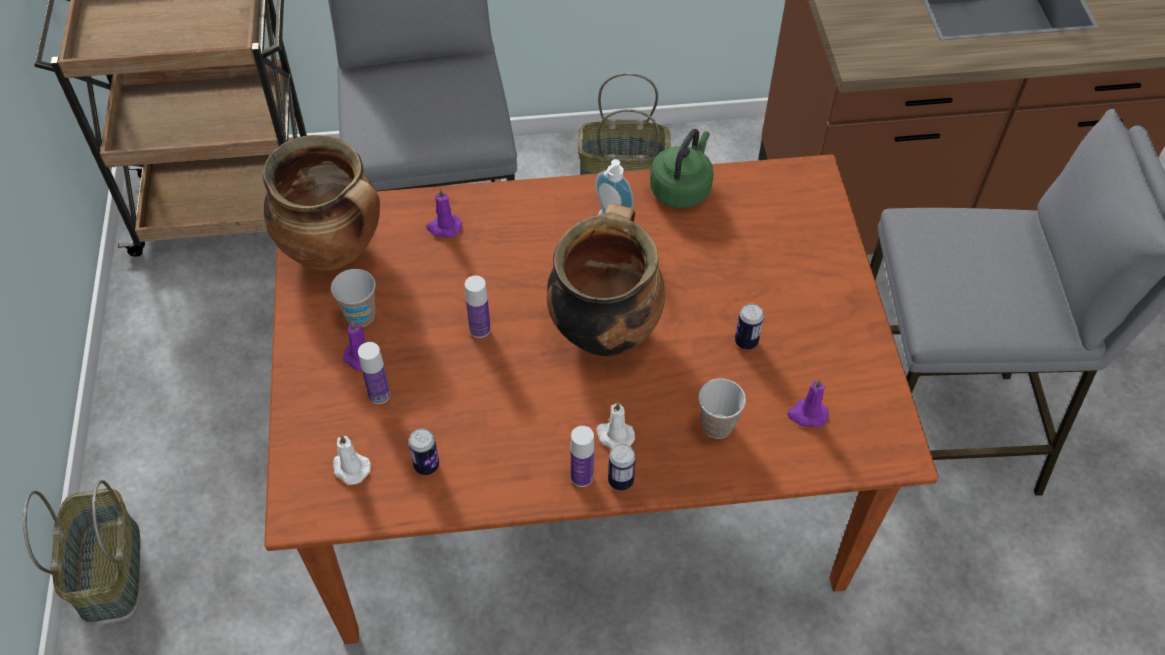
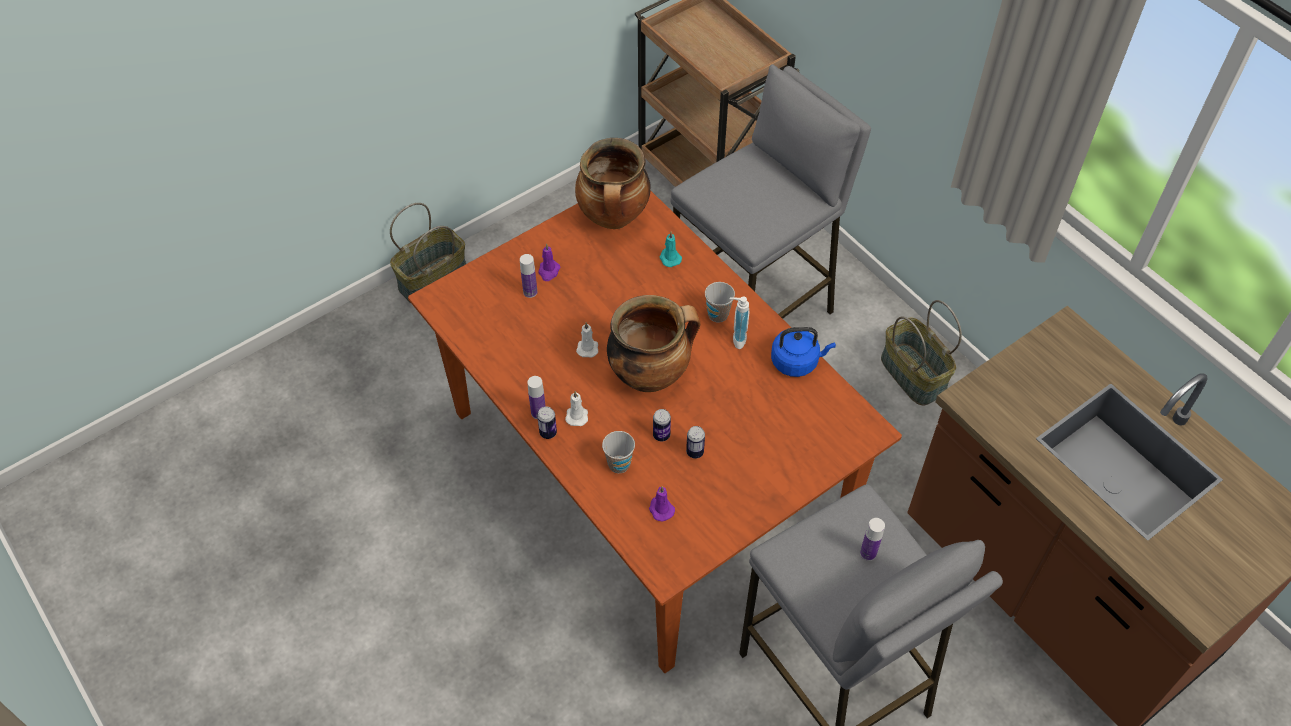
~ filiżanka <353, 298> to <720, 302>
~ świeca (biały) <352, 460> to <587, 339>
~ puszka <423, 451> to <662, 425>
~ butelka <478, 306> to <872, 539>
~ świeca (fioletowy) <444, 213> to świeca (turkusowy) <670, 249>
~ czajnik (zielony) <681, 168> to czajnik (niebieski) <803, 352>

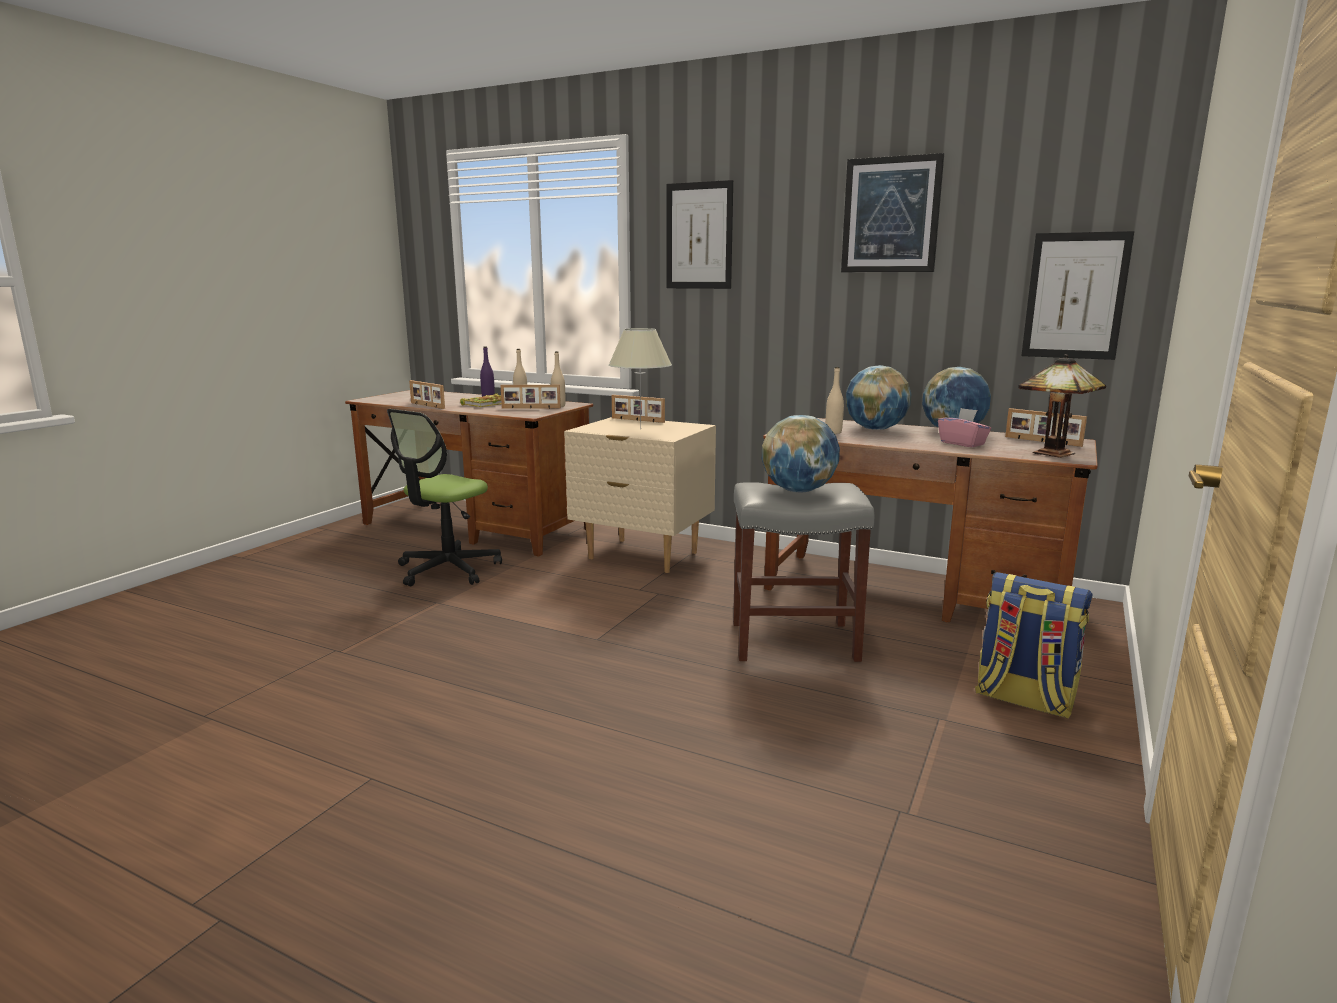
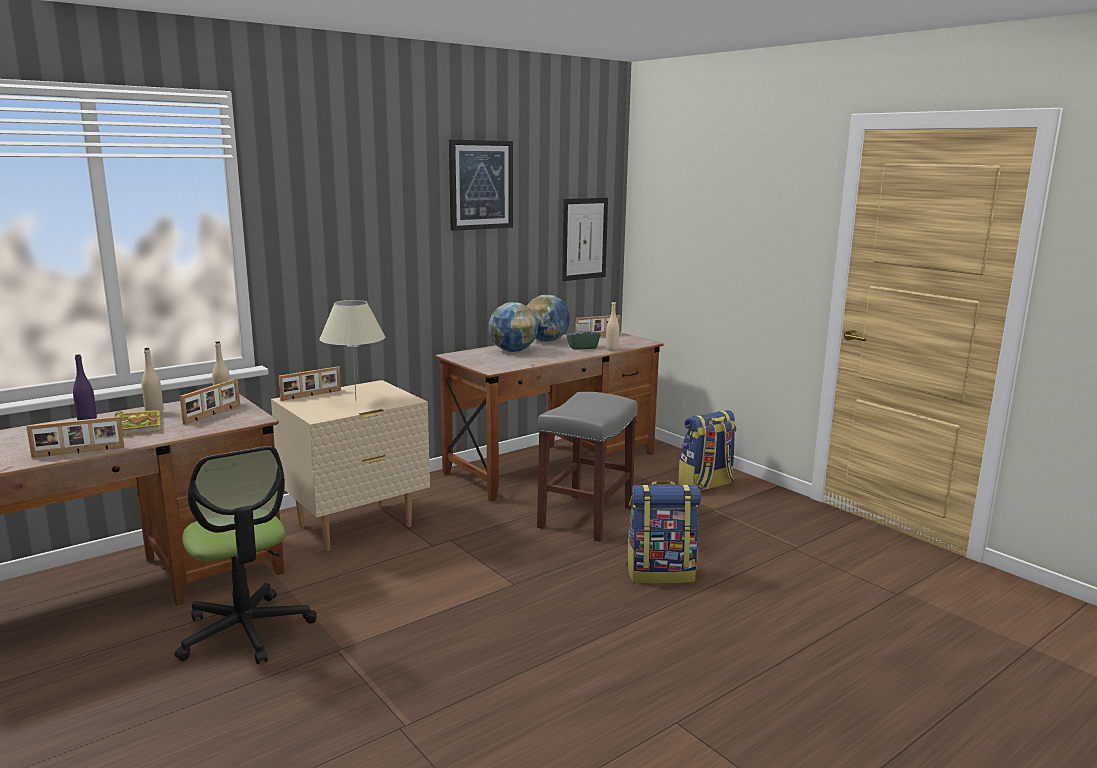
- obraz <700, 234>
- globus <801, 453>
- lampa stołowa <1062, 406>
+ plecak <663, 532>
~ butelka (beżowy) <834, 400> to <612, 326>
~ pudełko chusteczek (różowy) <964, 427> to pudełko chusteczek (zielony) <583, 336>

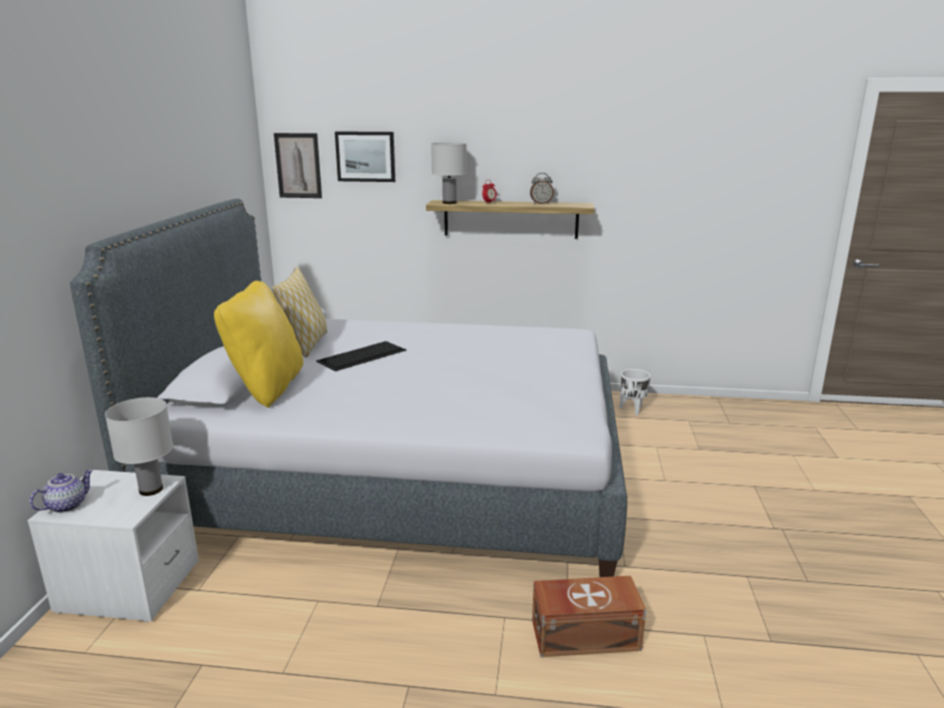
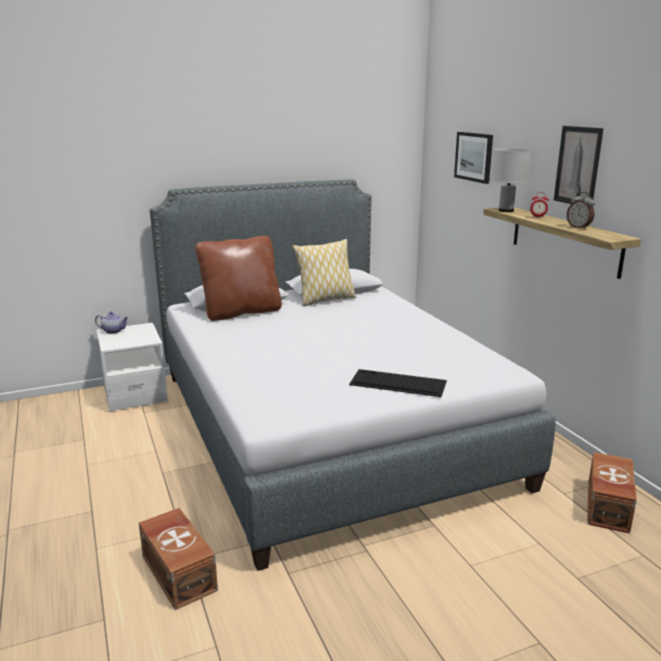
- lampa stołowa (biały) <139, 446>
~ obraz <298, 165> to <579, 165>
~ klawiatura <361, 356> to <398, 383>
~ donica (biały) <635, 392> to pojemnik do przechowywania (brązowy) <612, 492>
~ poduszka (żółty) <258, 344> to poduszka (brązowy) <238, 278>

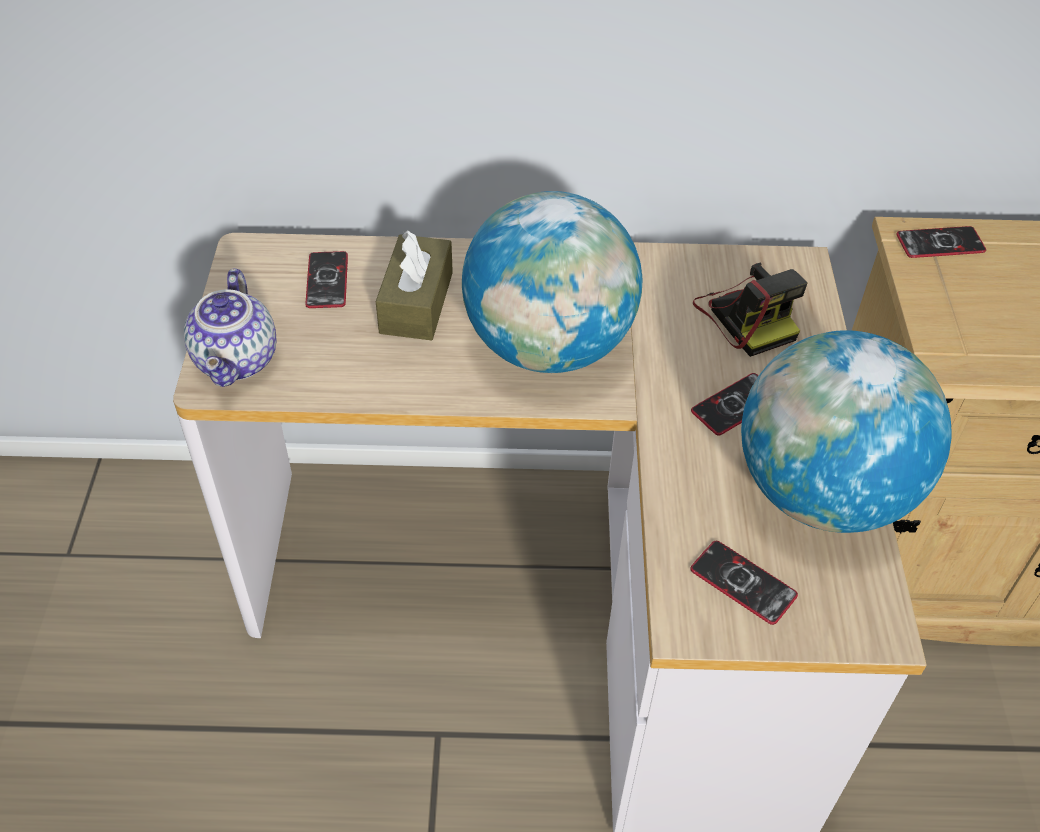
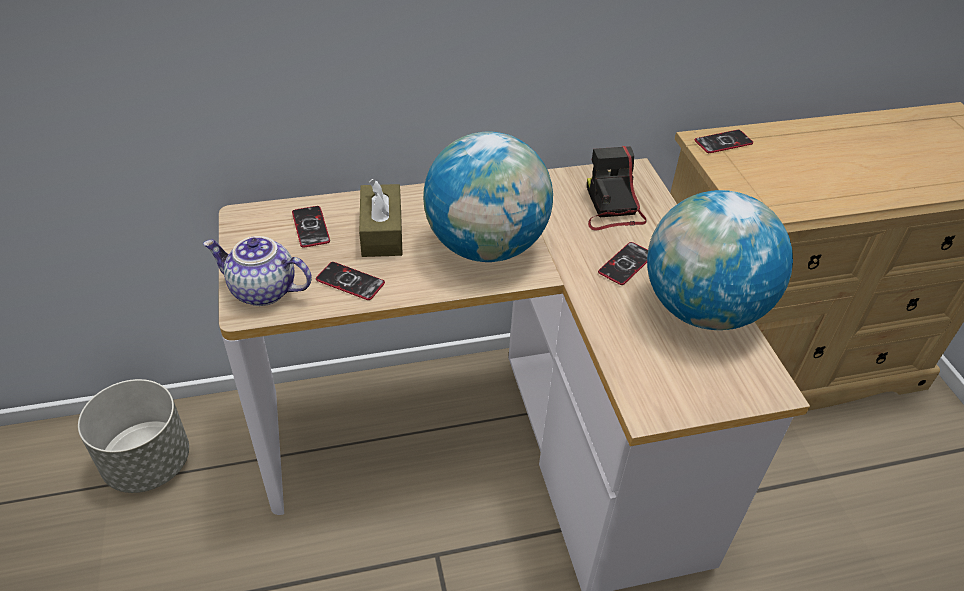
+ donica (szary) <133, 436>
~ telefon <744, 583> to <350, 281>
~ imbryk <230, 327> = <257, 271> 120 degrees clockwise
~ aparat fotograficzny <750, 310> = <617, 188> 150 degrees counterclockwise

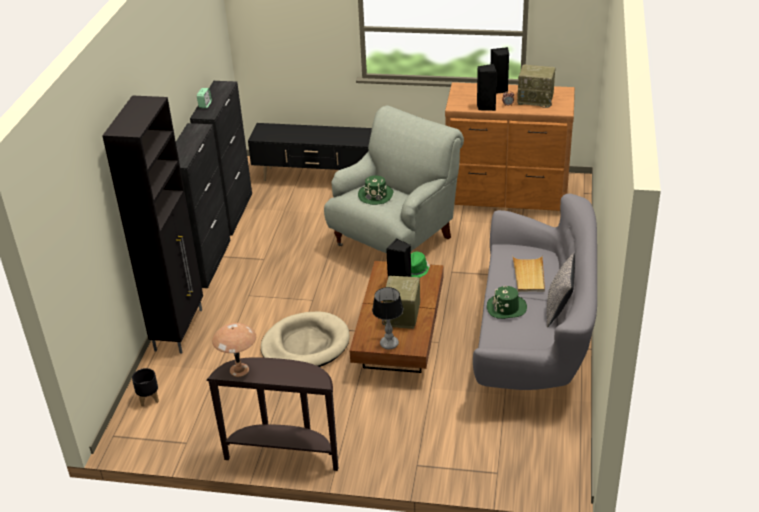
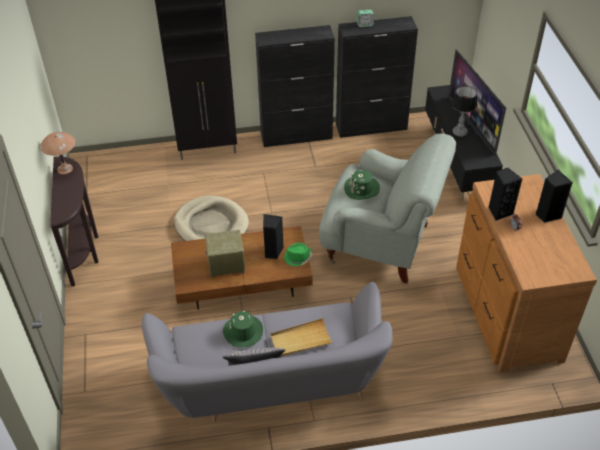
- donica (czarny) <145, 387>
- radio <536, 86>
+ telewizor <477, 102>
~ lampa stołowa <387, 318> to <464, 111>

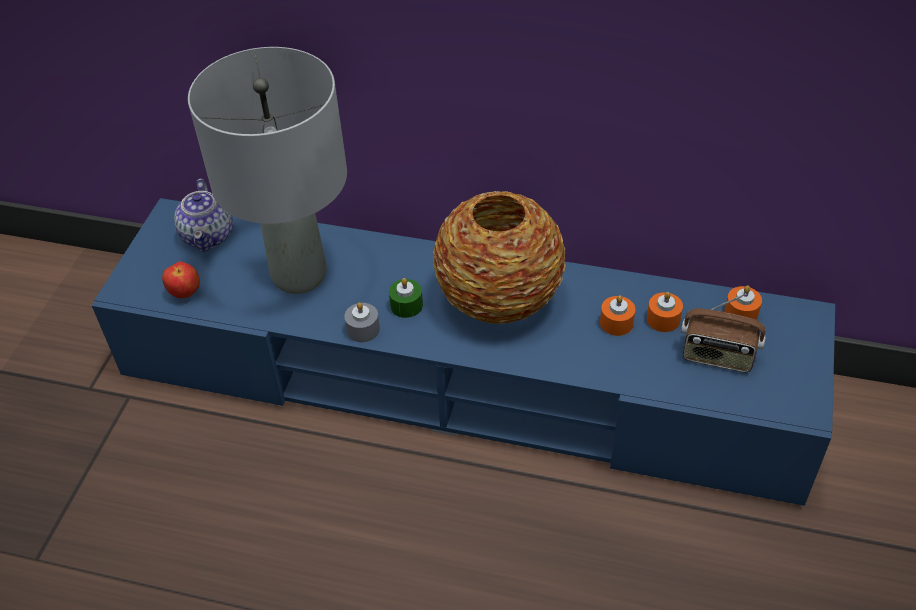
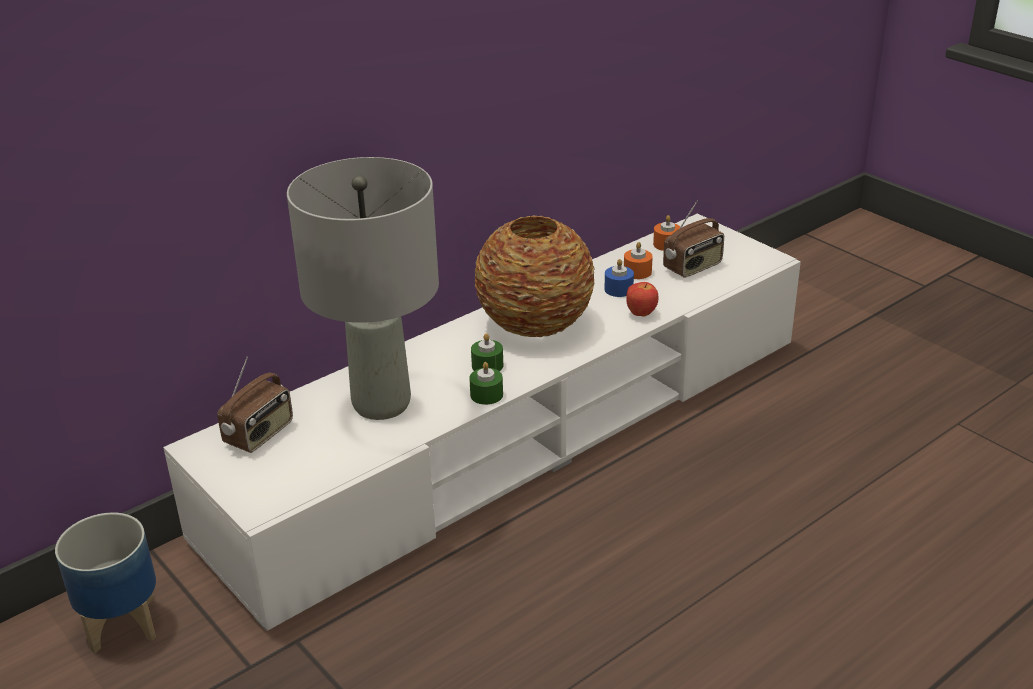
+ donica <105, 583>
~ jabłko <181, 279> to <642, 299>
~ imbryk <203, 215> to radio <255, 405>
~ szafka pod telewizor (niebieski) <463, 352> to szafka pod telewizor (biały) <482, 422>
~ świeca (szary) <362, 322> to świeca (zielony) <486, 383>
~ świeca (pomarańczowy) <617, 315> to świeca (niebieski) <619, 278>

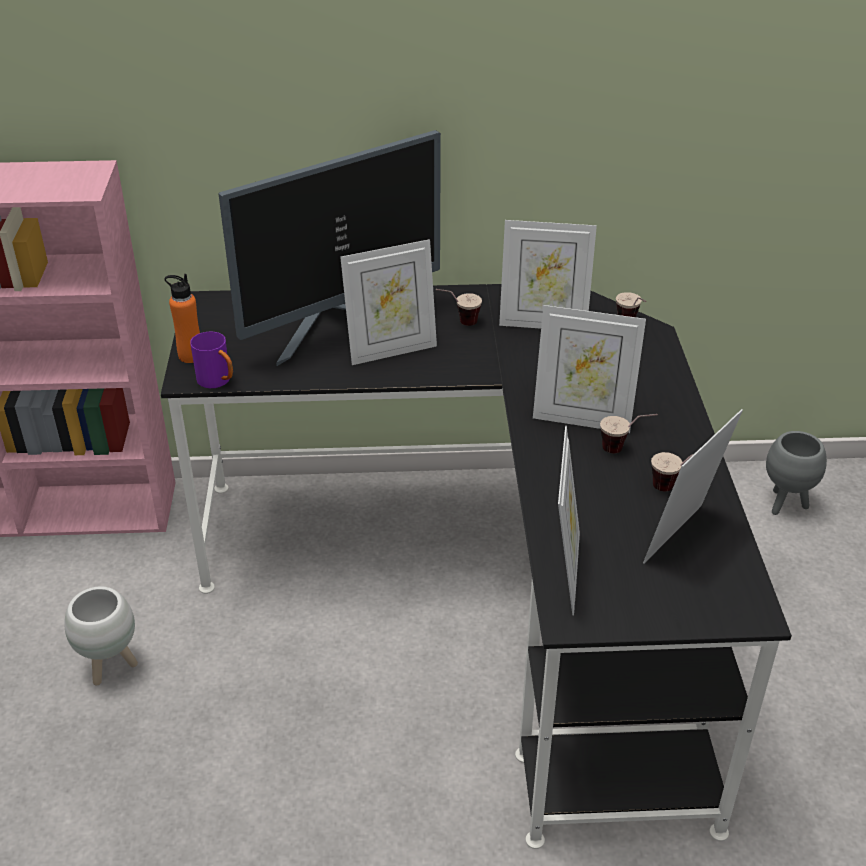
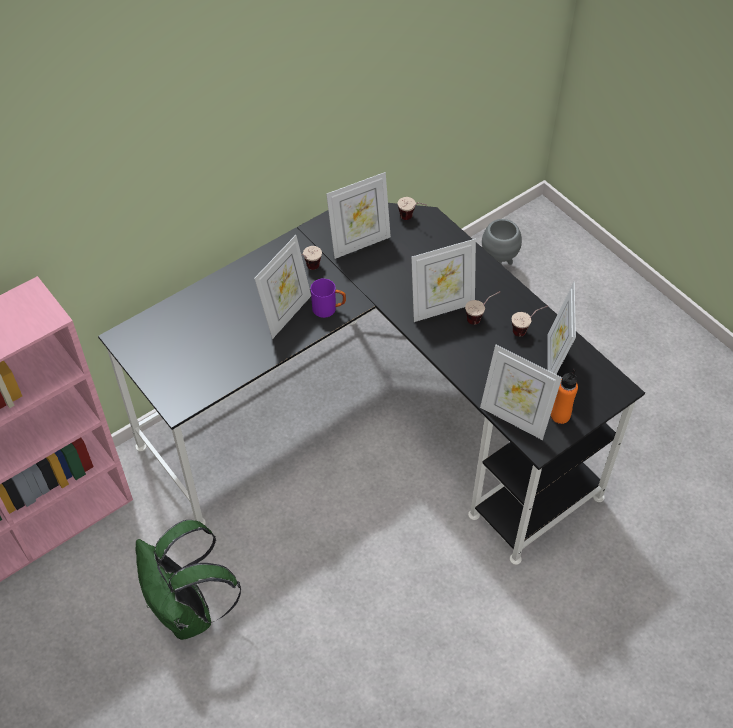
- monitor <329, 248>
~ butelka (pomarańczowy) <182, 318> to <564, 396>
~ kubek (fioletowy) <211, 360> to <328, 298>
~ donica (biały) <101, 635> to plecak (zielony) <188, 580>
~ ramka na zdjęcie <569, 520> = <521, 392> 150 degrees clockwise

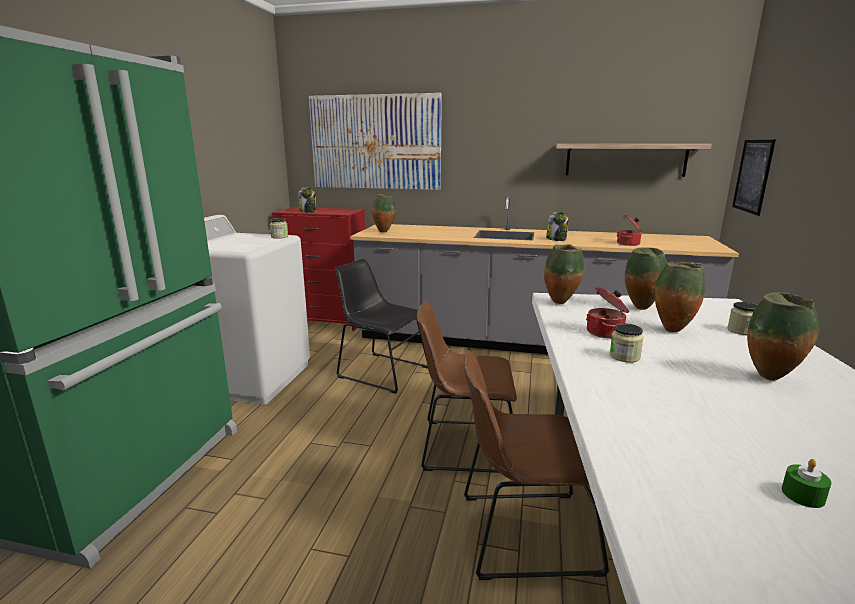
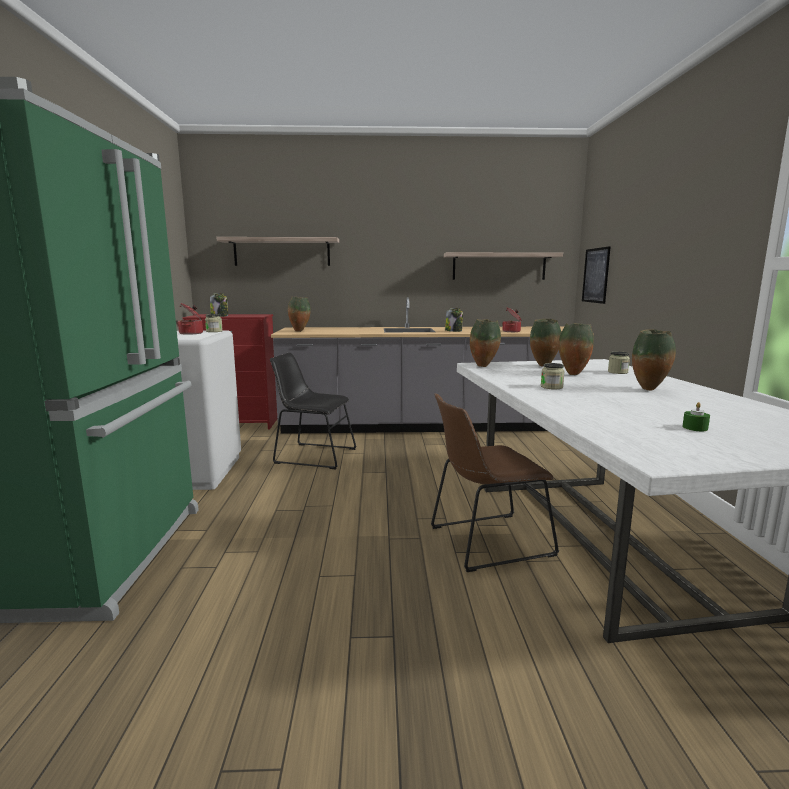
- krzesło (brązowy) <467, 387>
~ garnek <607, 312> to <190, 319>
~ obraz <375, 141> to półka <278, 251>

